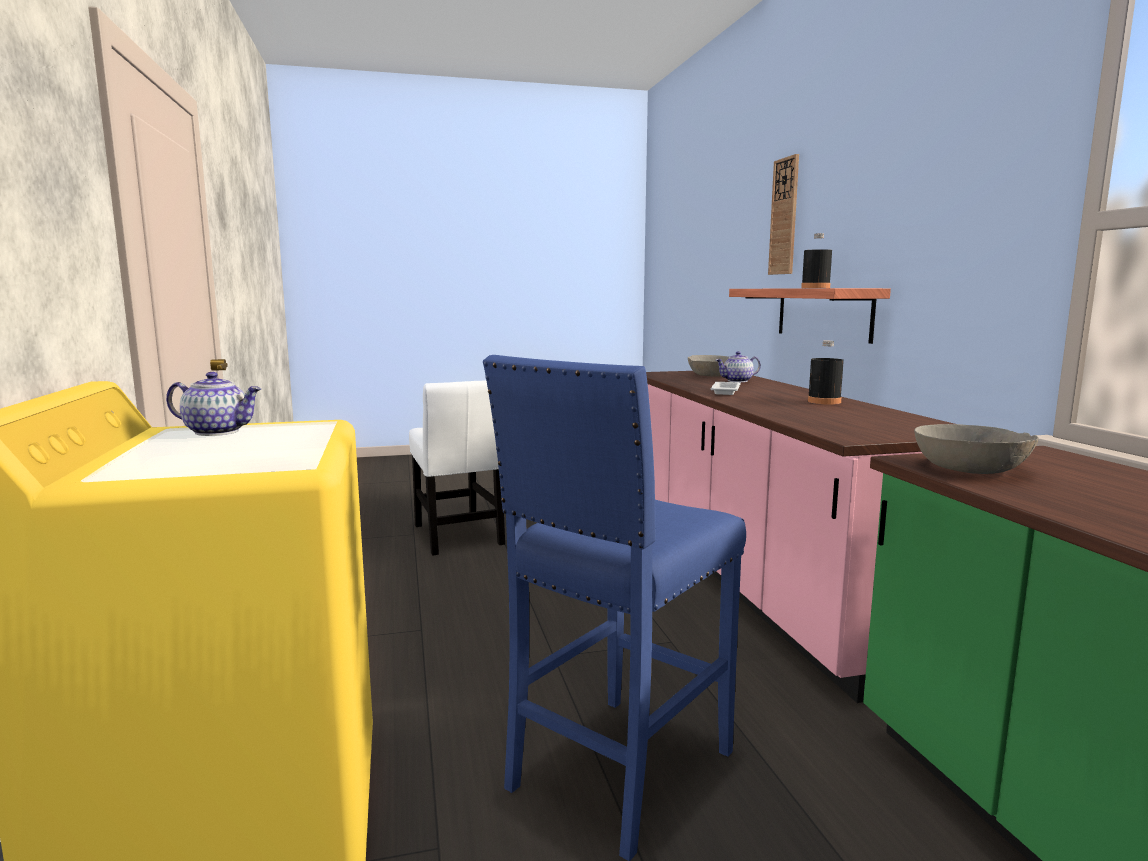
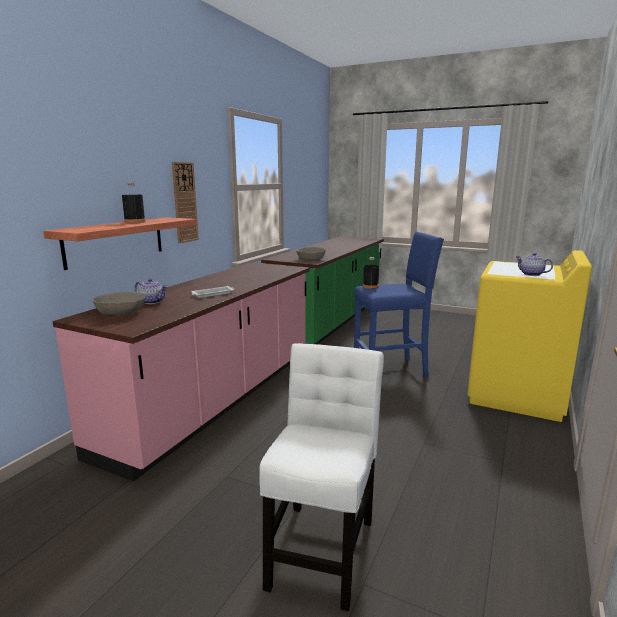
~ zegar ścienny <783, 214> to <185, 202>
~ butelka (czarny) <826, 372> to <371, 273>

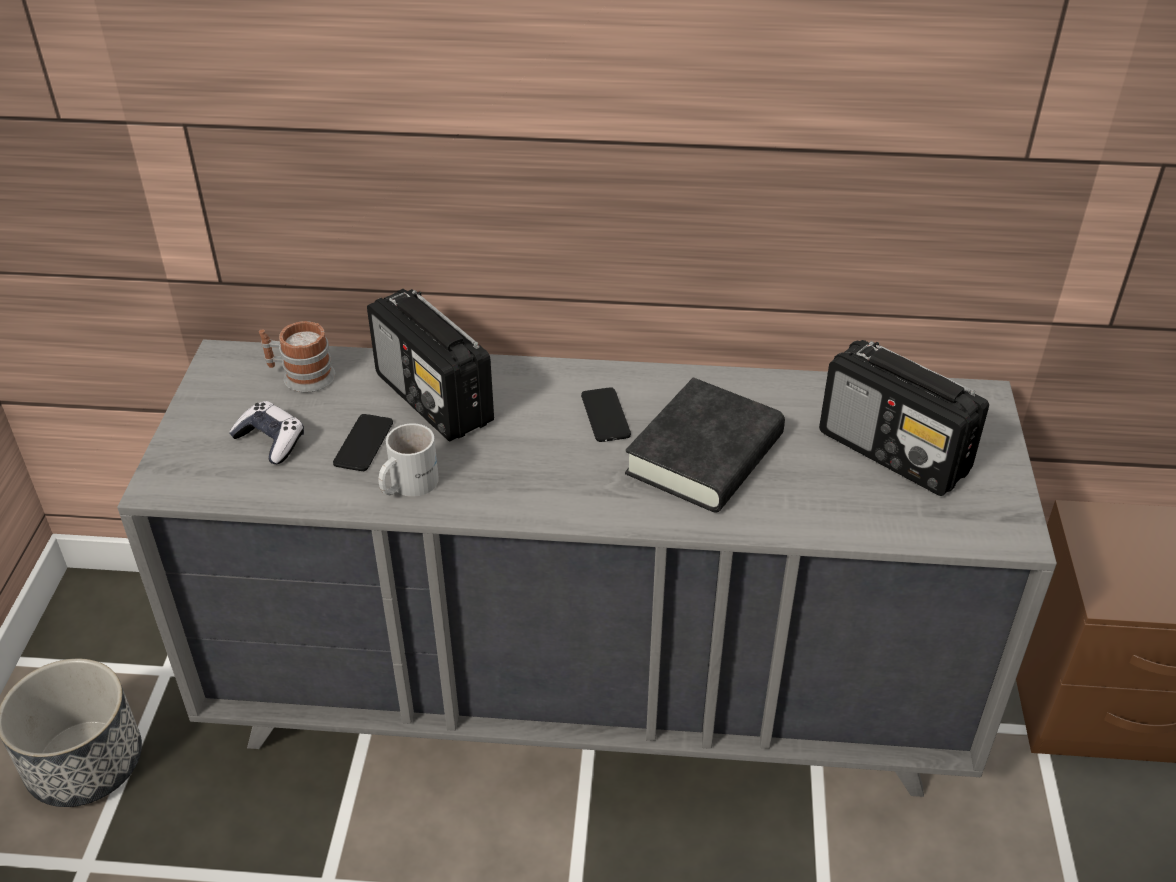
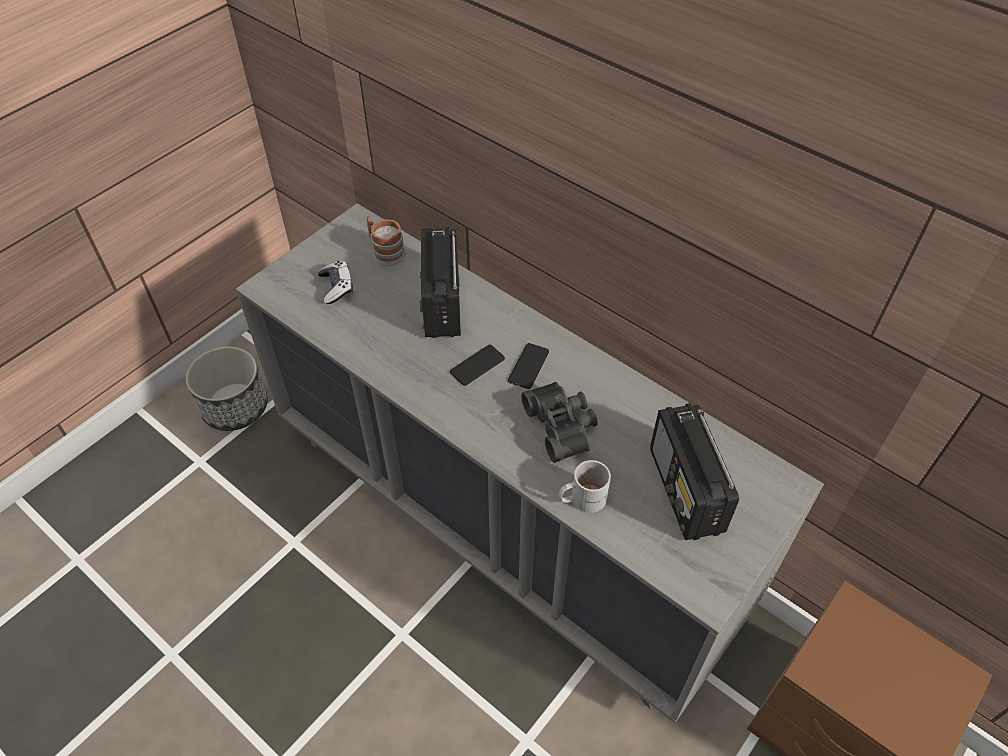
~ telefon <363, 442> to <477, 365>
~ kubek (biały) <408, 460> to <585, 486>
~ książka (czarny) <705, 445> to lornetka (czarny) <559, 422>

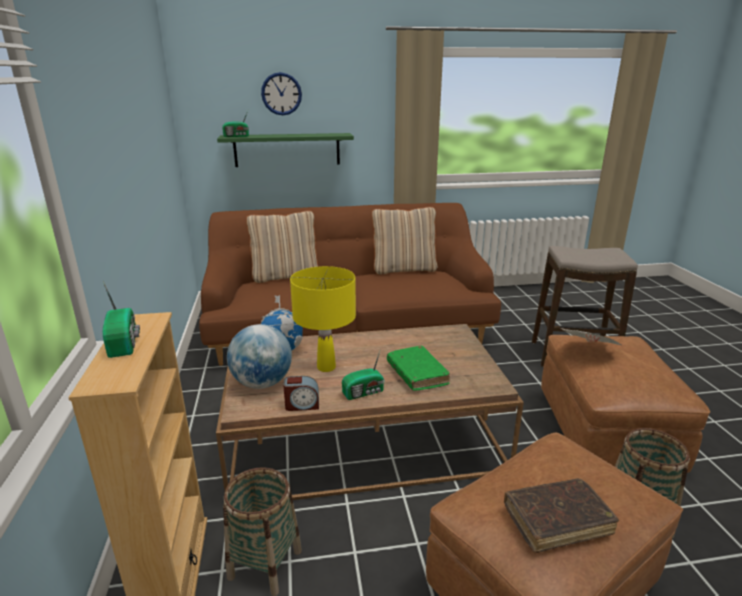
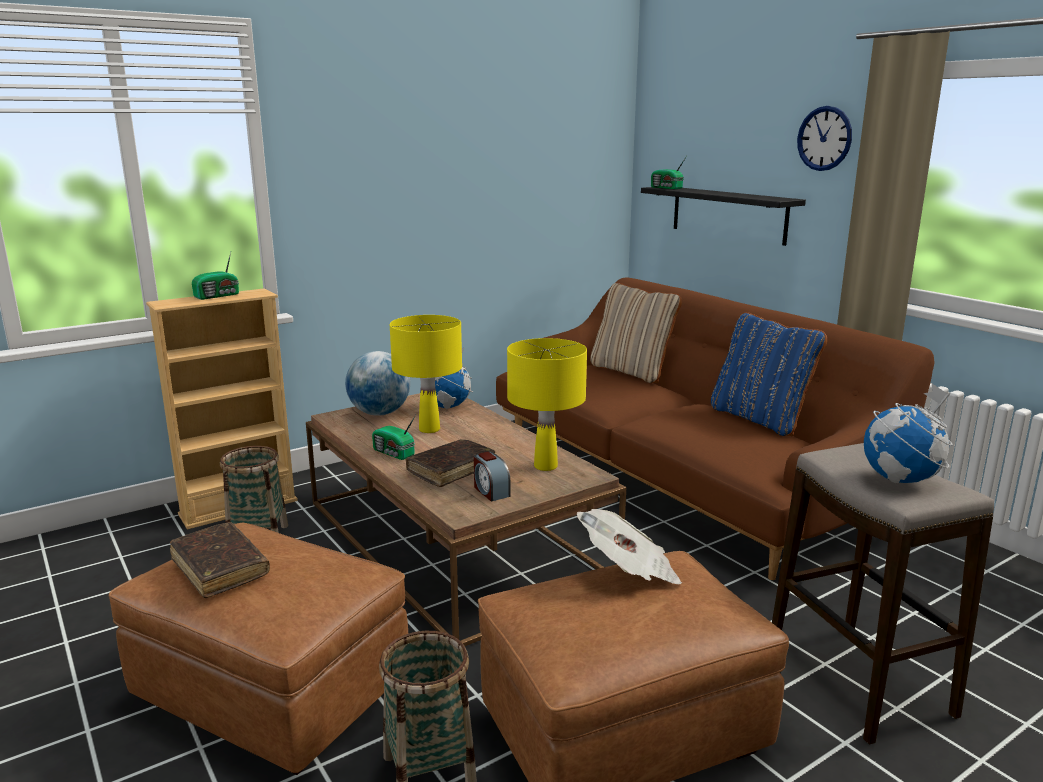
+ lampa stołowa (żółty) <547, 404>
+ globus <908, 433>
~ zegar ścienny <281, 93> to <824, 138>
~ budzik <301, 393> to <492, 477>
~ półka (zielony) <285, 150> to półka (czarny) <723, 216>
~ poduszka (beżowy) <404, 241> to poduszka (niebieski) <769, 374>
~ książka (zielony) <418, 368> to książka (brązowy) <450, 463>

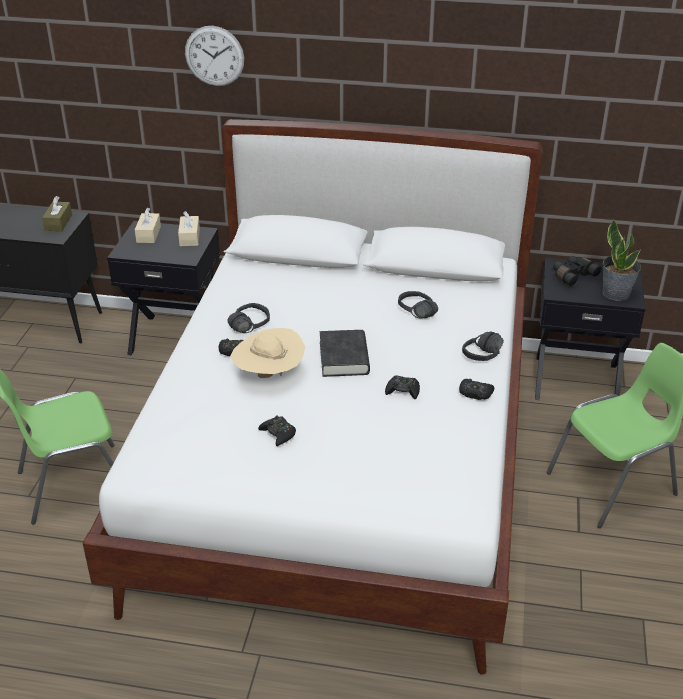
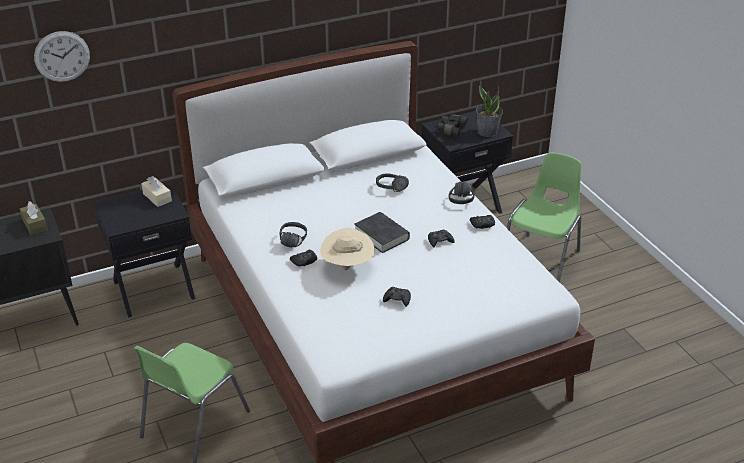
- pudełko chusteczek (beżowy) <148, 225>
~ zegar ścienny <214, 56> to <62, 56>

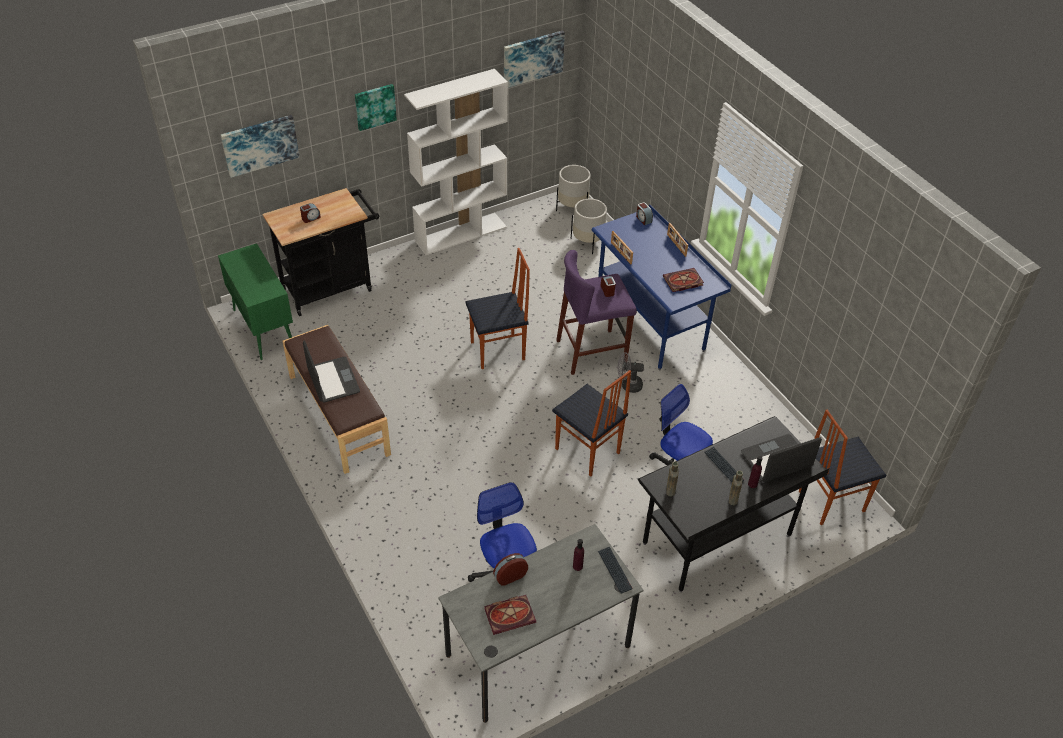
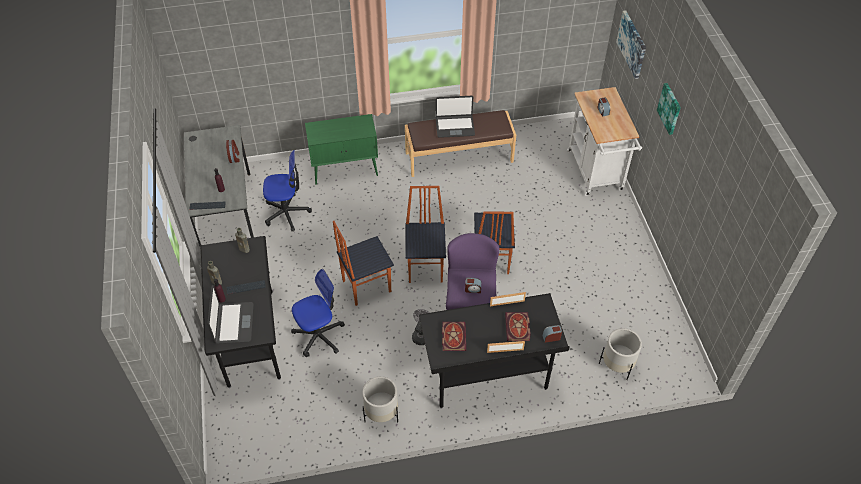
- regał (biały) <456, 162>
- obraz <534, 59>
~ szafka (zielony) <255, 301> to <341, 149>
~ książka <510, 615> to <518, 326>
~ donica (biały) <573, 188> to <380, 399>
~ krzesło <842, 467> to <425, 234>
~ wózek (czarny) <320, 252> to wózek (biały) <604, 141>
~ biurko (niebieski) <661, 287> to biurko (czarny) <494, 351>

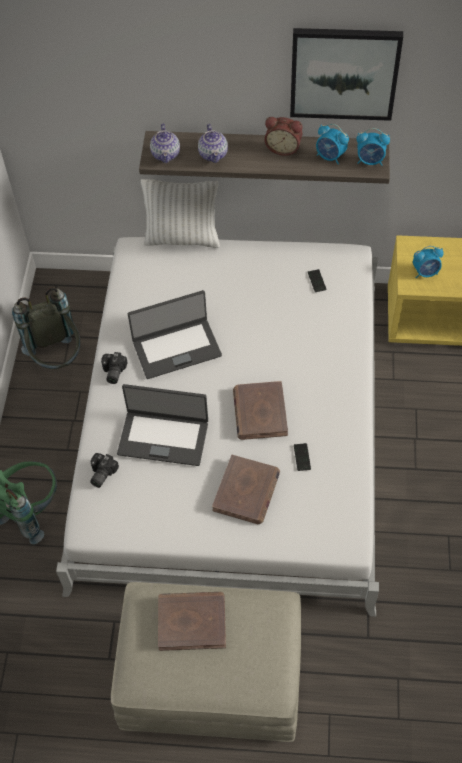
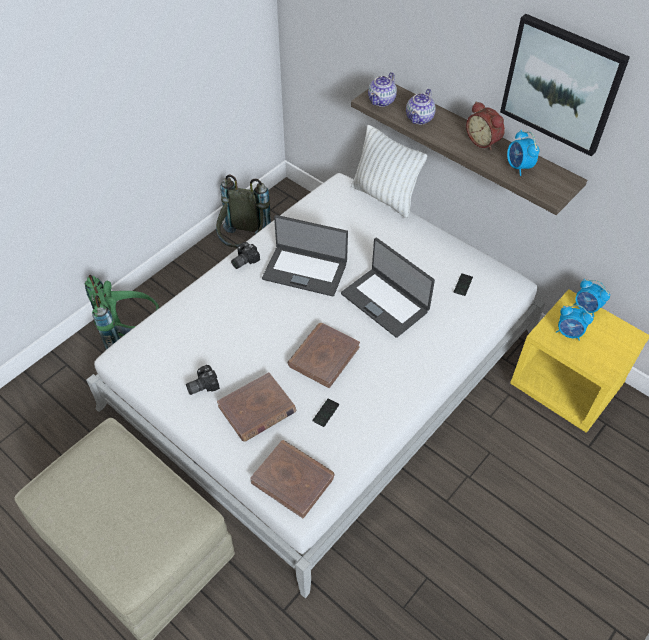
~ aparat fotograficzny <104, 470> to <203, 380>
~ laptop <162, 425> to <388, 288>
~ książka (brązowy) <192, 621> to <292, 479>
~ budzik <373, 147> to <591, 297>

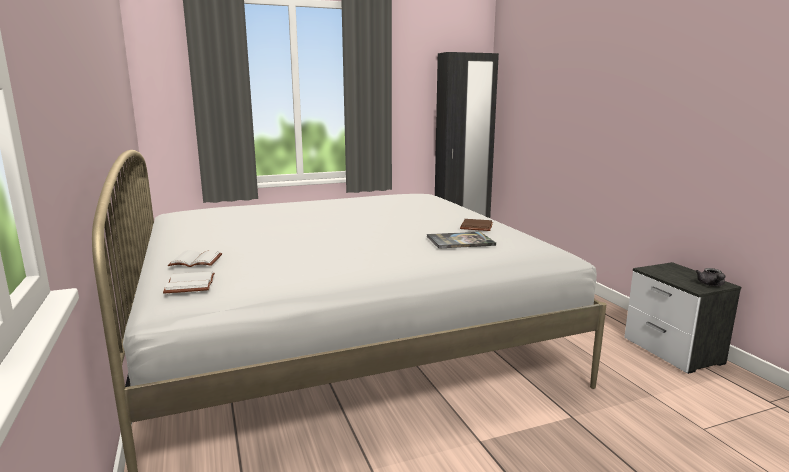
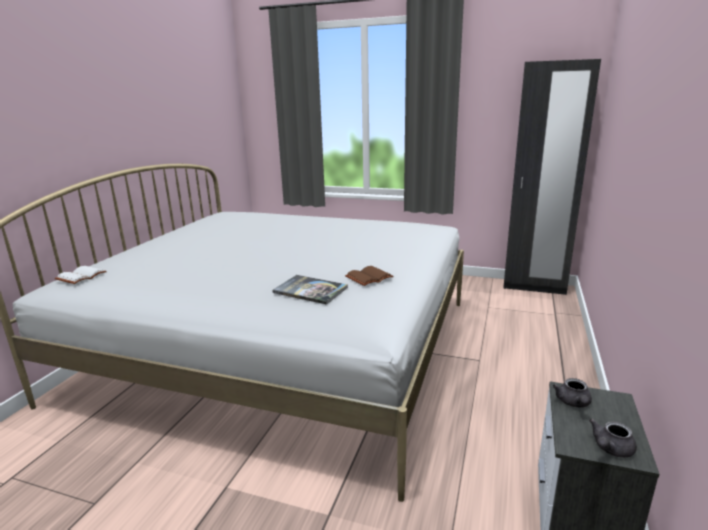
- książka (biały) <195, 258>
+ imbryk (szary) <572, 393>

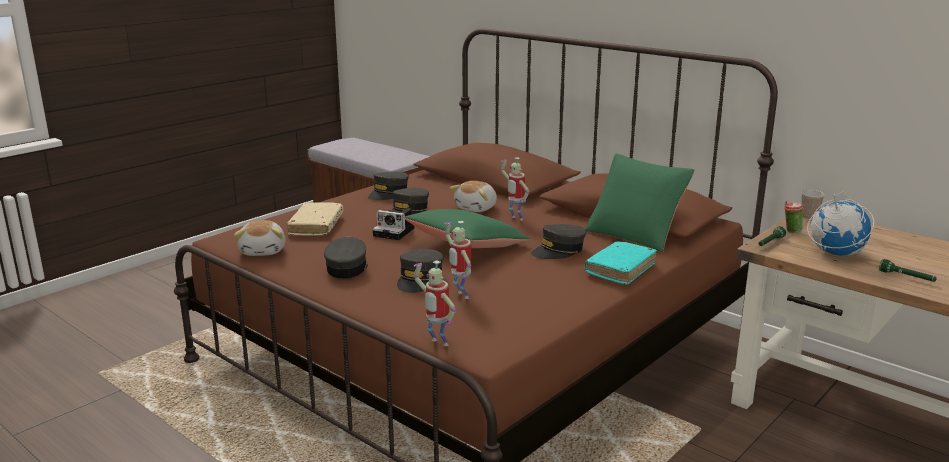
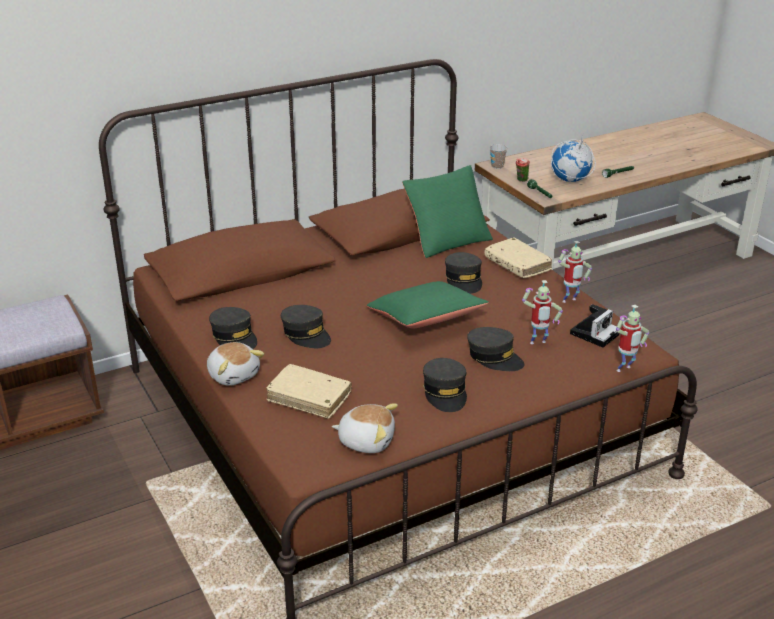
~ aparat fotograficzny <393, 224> to <594, 326>
~ pluszak <473, 196> to <235, 364>
~ robot zabawkowy <515, 189> to <575, 272>
~ książka (turkusowy) <621, 263> to książka (beżowy) <518, 257>
~ czapka z daszkiem (szary) <346, 258> = <445, 385> 120 degrees counterclockwise

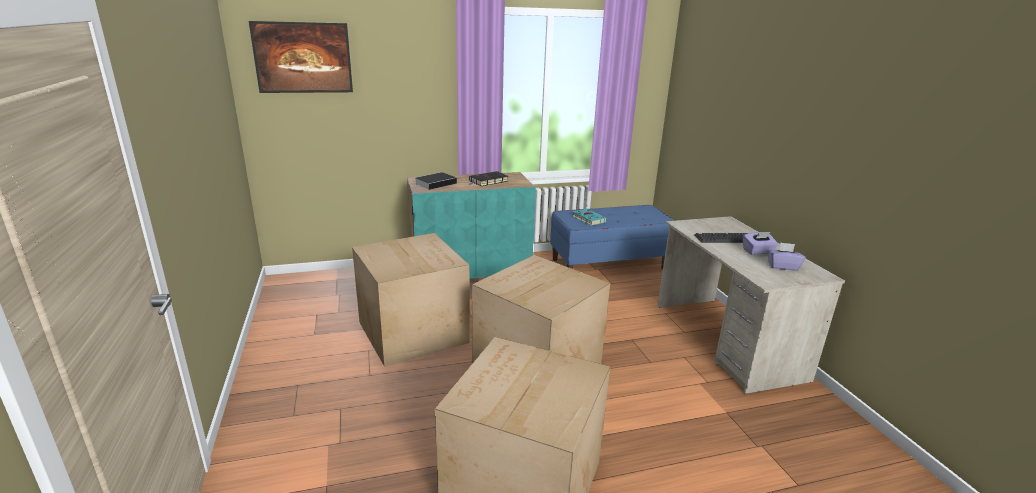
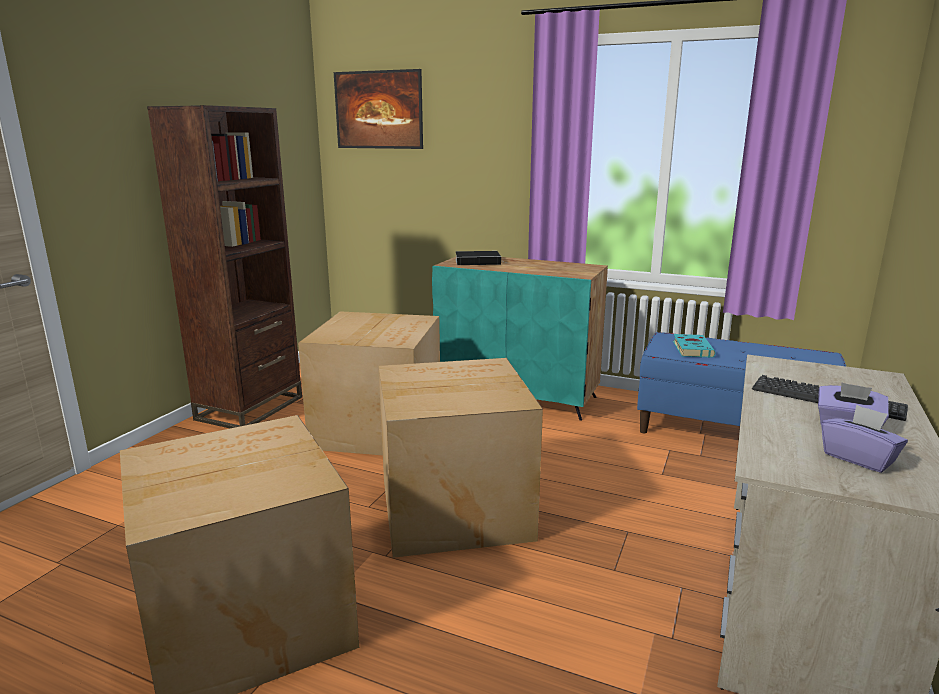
- książka (czarny) <488, 178>
+ regał (brązowy) <224, 266>

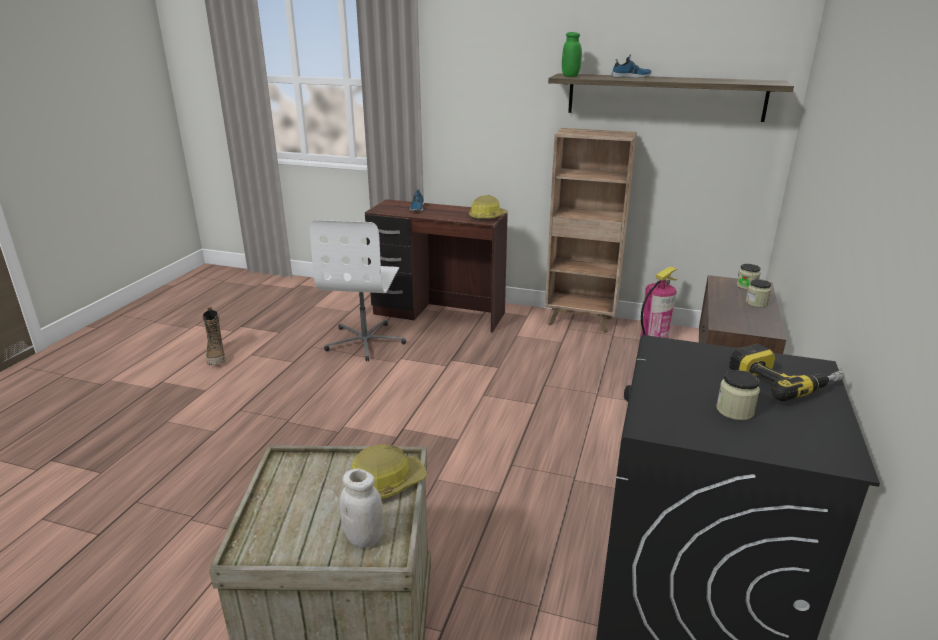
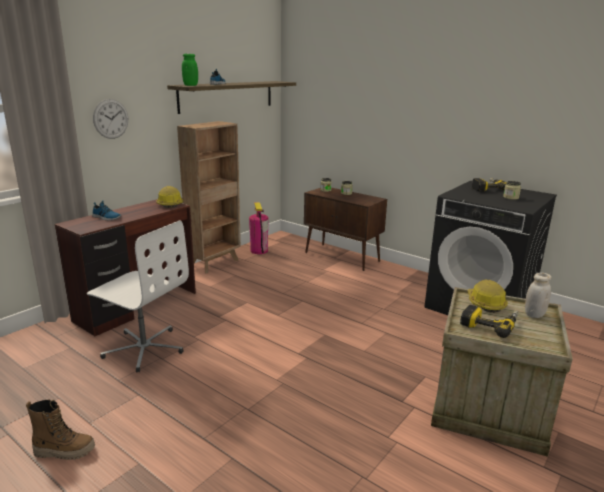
+ zegar ścienny <110, 119>
+ wiertarka <489, 321>

